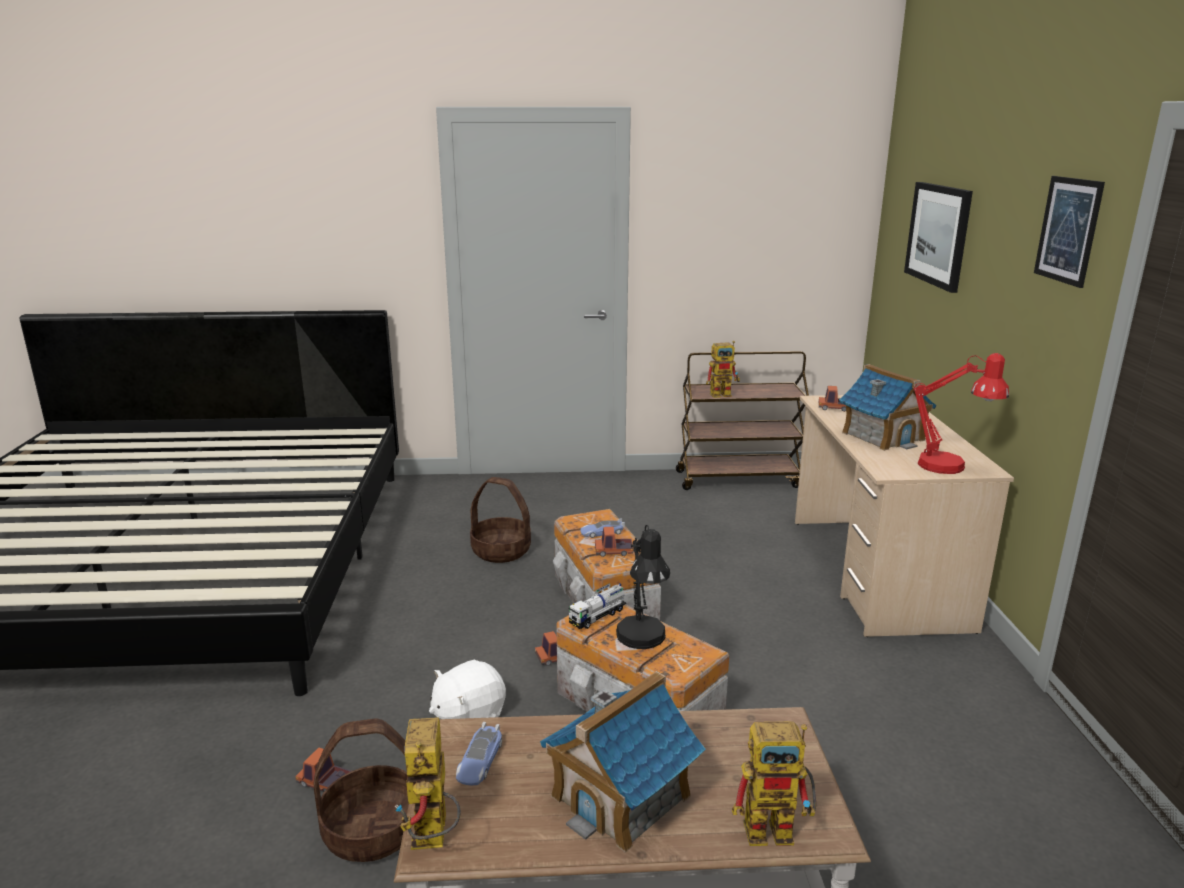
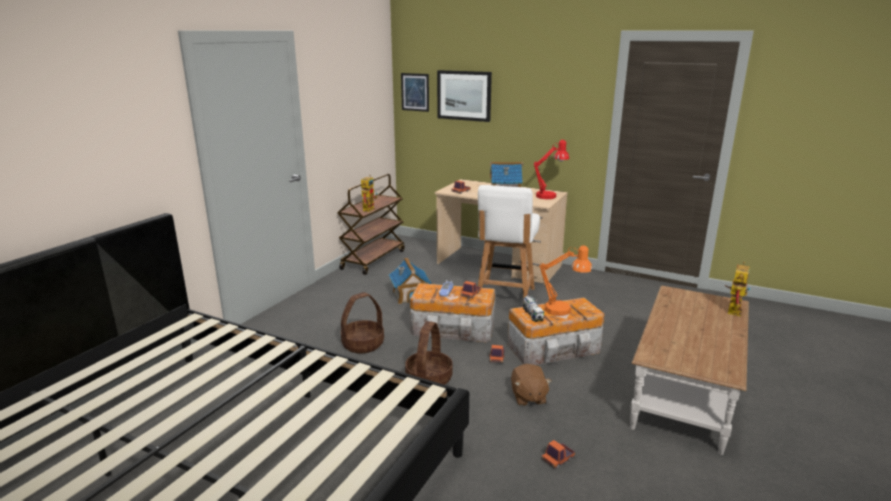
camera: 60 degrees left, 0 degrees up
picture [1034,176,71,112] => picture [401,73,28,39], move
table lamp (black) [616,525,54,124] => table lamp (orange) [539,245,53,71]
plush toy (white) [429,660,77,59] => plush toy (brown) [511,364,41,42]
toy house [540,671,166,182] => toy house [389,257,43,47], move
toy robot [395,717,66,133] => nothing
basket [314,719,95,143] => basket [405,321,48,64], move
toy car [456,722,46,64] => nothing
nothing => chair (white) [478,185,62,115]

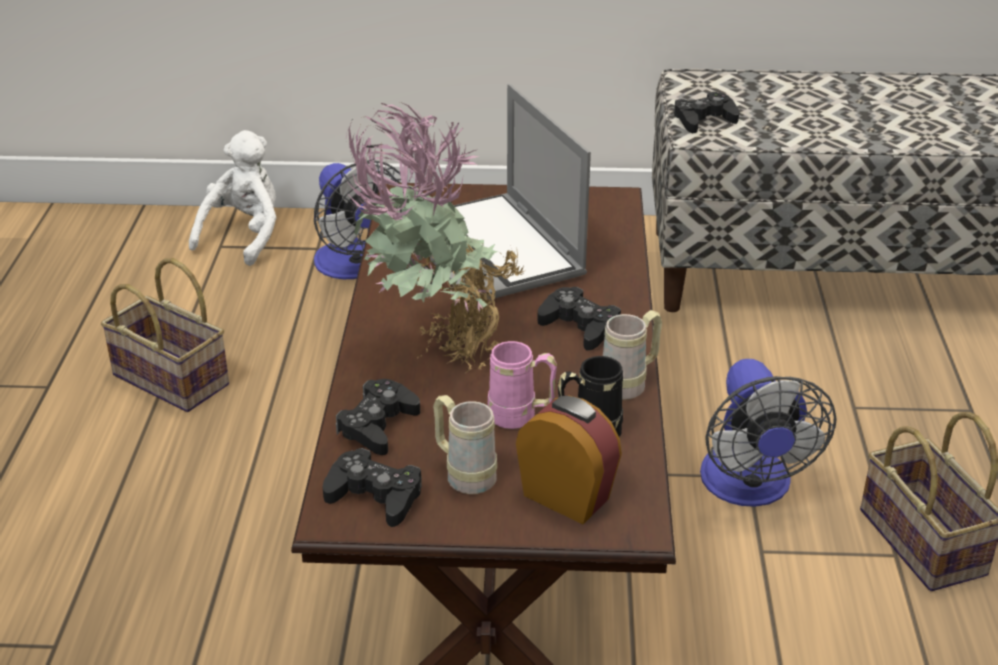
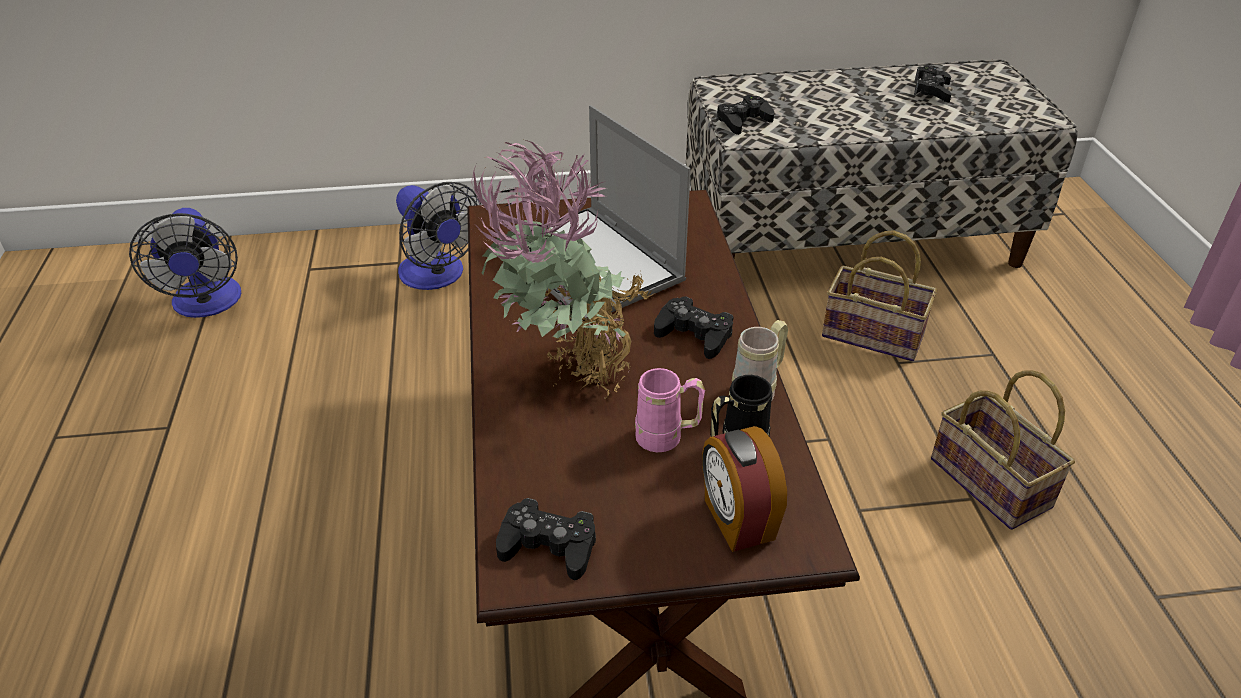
camera: 10 degrees left, 5 degrees up
plush toy (white) [189,130,87,136] => nothing
basket [101,258,128,154] => basket [822,230,115,131], move
fan [700,359,137,148] => fan [129,208,112,110], move
game controller (black) [336,379,84,76] => game controller (black) [914,65,37,37], move
mug (beige) [433,395,64,99] => nothing
alarm clock [516,395,106,129] => alarm clock [702,426,85,126], 135 degrees counterclockwise

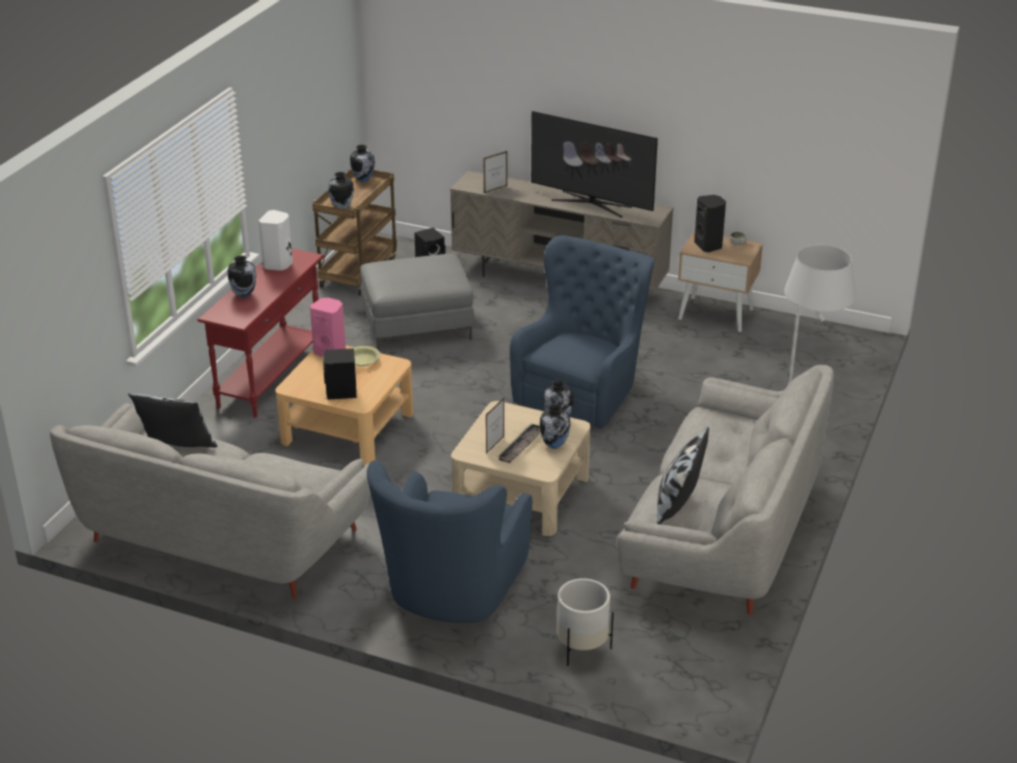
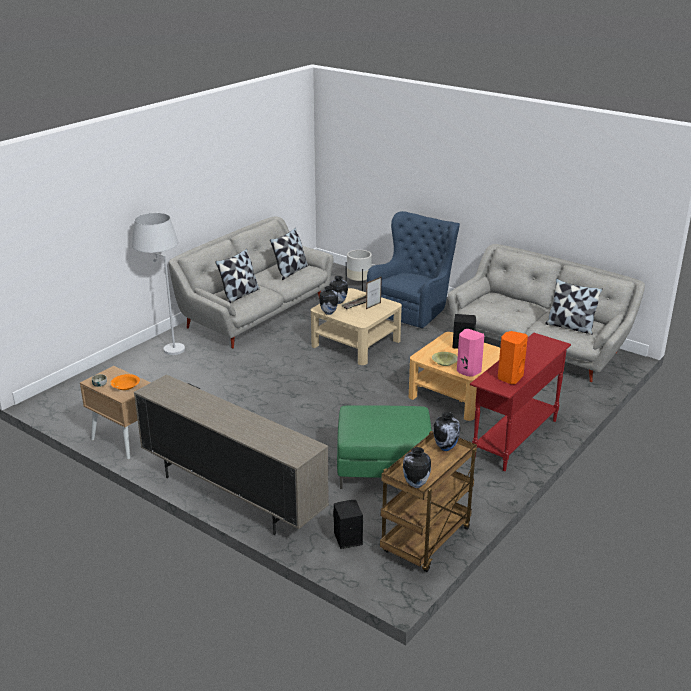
camera: 165 degrees left, 5 degrees down
television [531,111,127,107] => nothing
picture frame [484,151,23,42] => nothing
speaker (black) [694,195,32,57] => bowl (orange) [110,374,30,16]
speaker (white) [259,210,34,61] => speaker (orange) [498,331,30,53]
armchair (blue) [510,235,145,194] => nothing
ottoman (grey) [360,254,114,97] => ottoman (green) [337,405,95,84]
vase [228,255,28,43] => nothing
nothing => pillow [215,249,45,54]

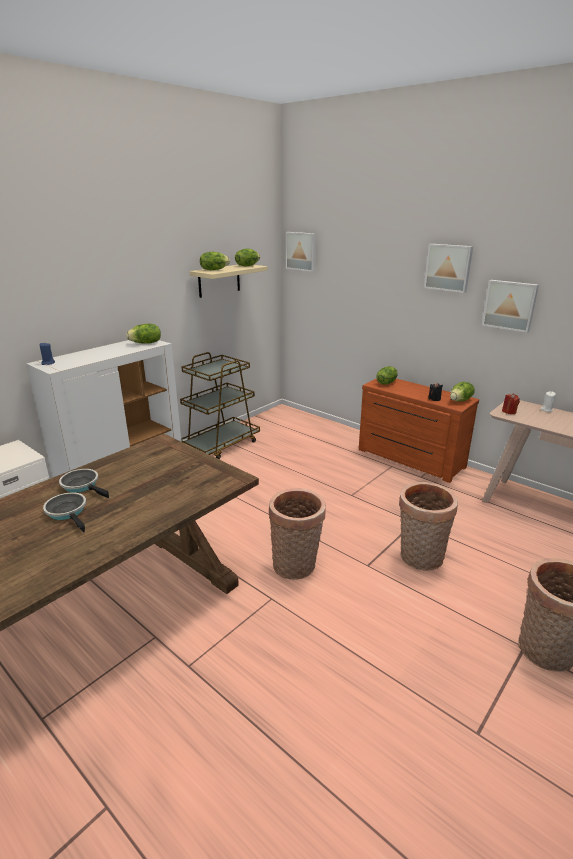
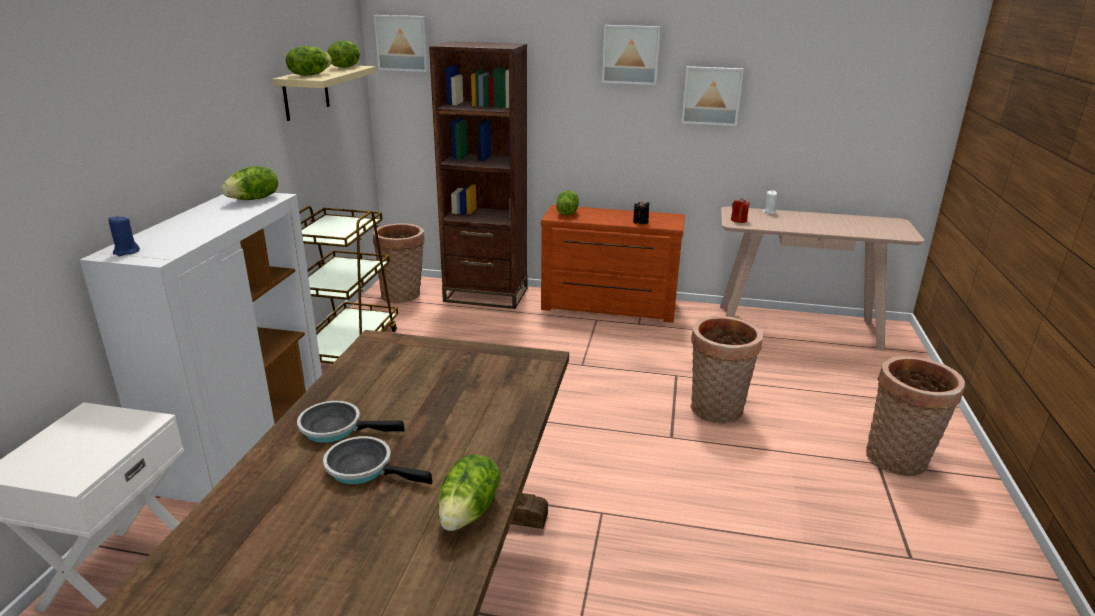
camera: 30 degrees left, 0 degrees up
lettuce [450,382,25,19] => lettuce [438,454,63,77], move
basket [269,488,57,92] => basket [373,223,52,80], move
nothing => bookcase (brown) [429,41,98,268]

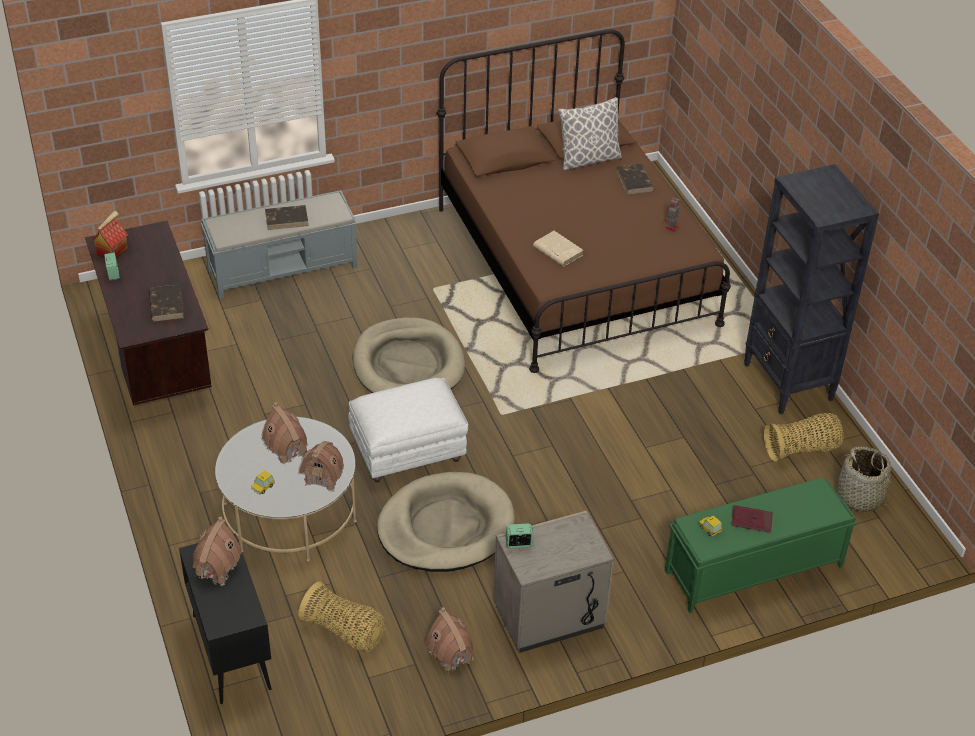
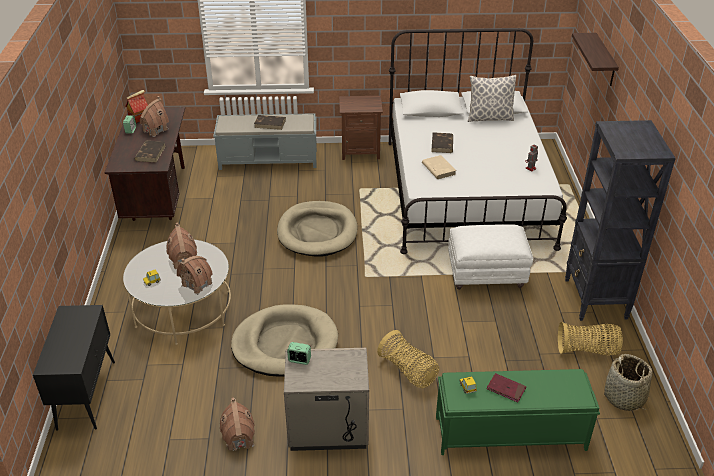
camera: 20 degrees right, 5 degrees down
bed (brown) [437,29,294,344] => bed (white) [389,28,178,226]
book (brown) [616,164,39,31] => book (brown) [431,132,22,21], move
ottoman (white) [348,378,120,105] => ottoman (white) [448,224,85,66], move
toy house [193,516,49,70] => toy house [140,96,29,41], move
basket [298,581,88,71] => basket [377,330,62,59], move
nothing => shelf [572,33,47,53]
nothing => nightstand (brown) [339,96,44,64]

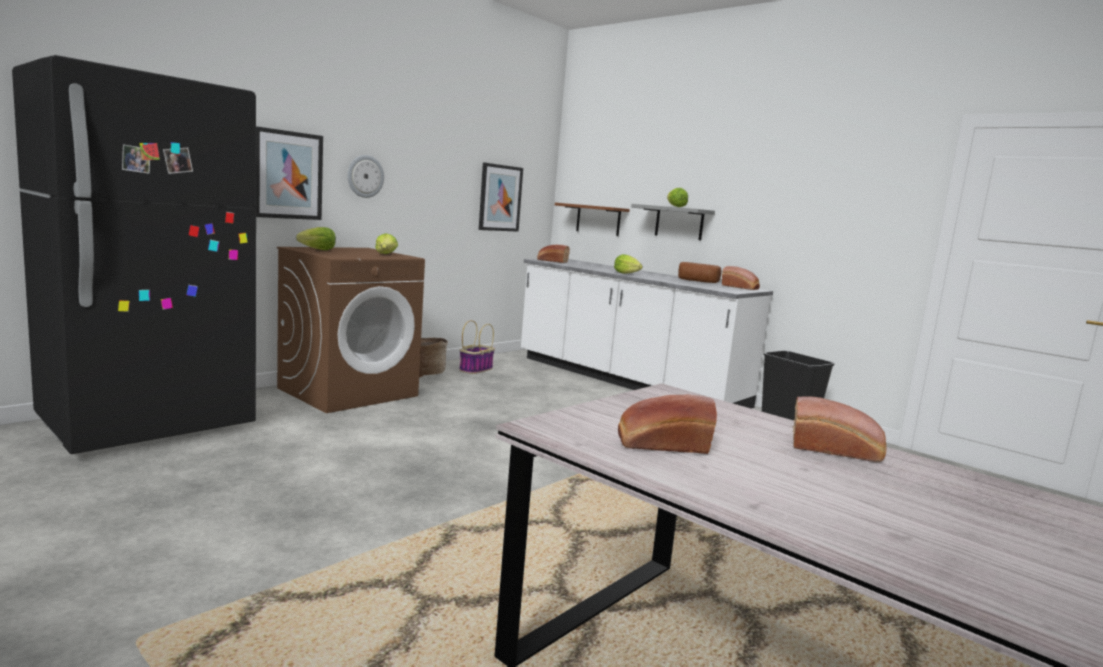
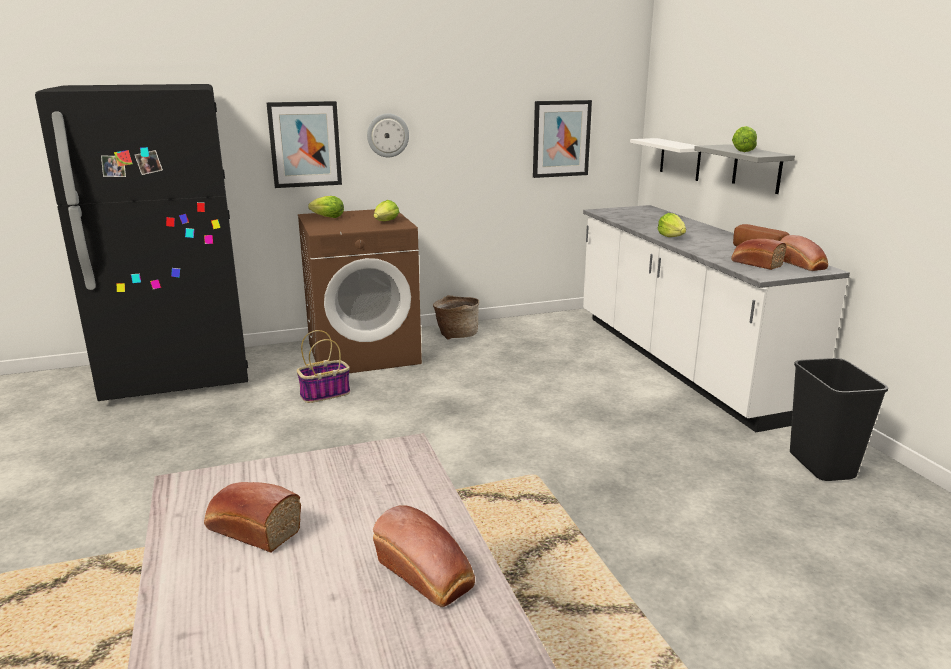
camera: 30 degrees right, 10 degrees up
shelf (brown) [555,203,75,33] => shelf (white) [630,138,71,43]
bread [537,245,33,18] => bread [731,239,56,31], move
basket [459,320,36,54] => basket [297,330,53,73], move

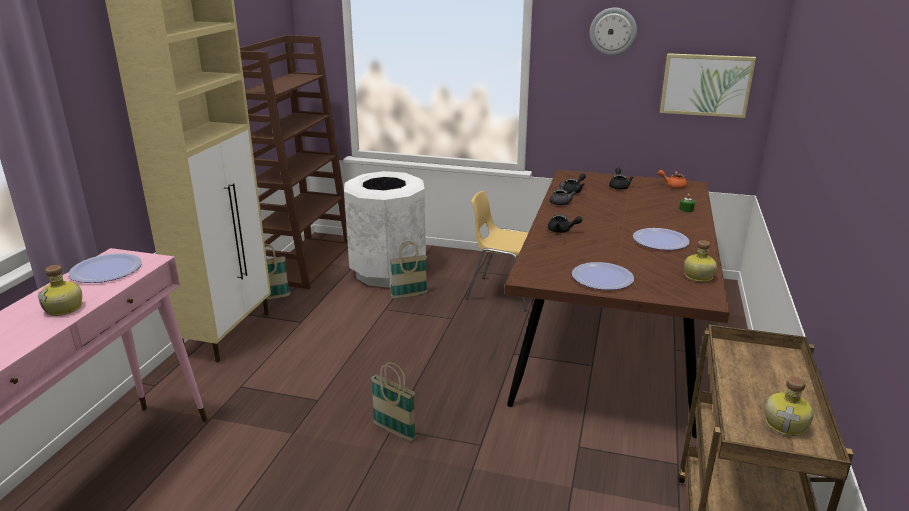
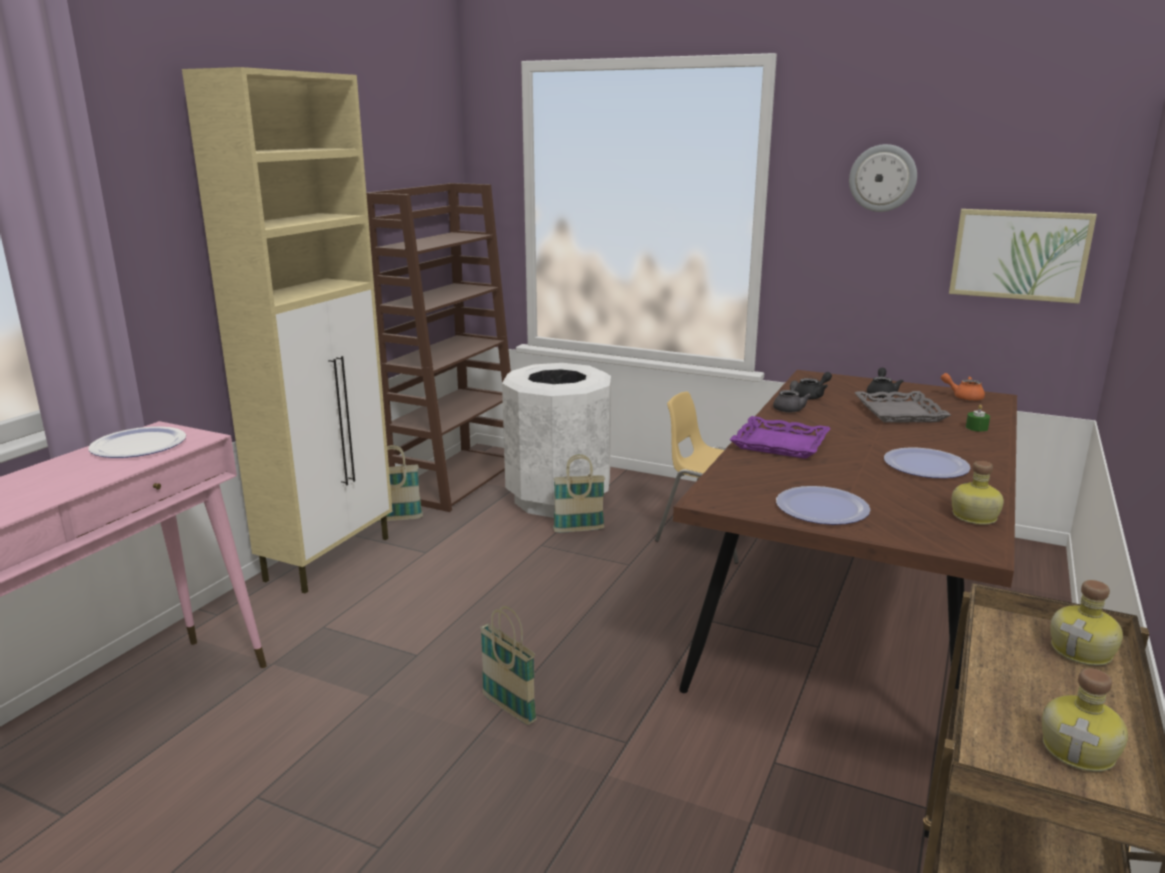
camera: 10 degrees right, 5 degrees down
teapot (black) [548,215,35,18] => tray (purple) [729,416,102,43]
bottle [38,265,44,51] => bottle [1051,580,72,86], move
nothing => tray (grey) [854,391,97,32]

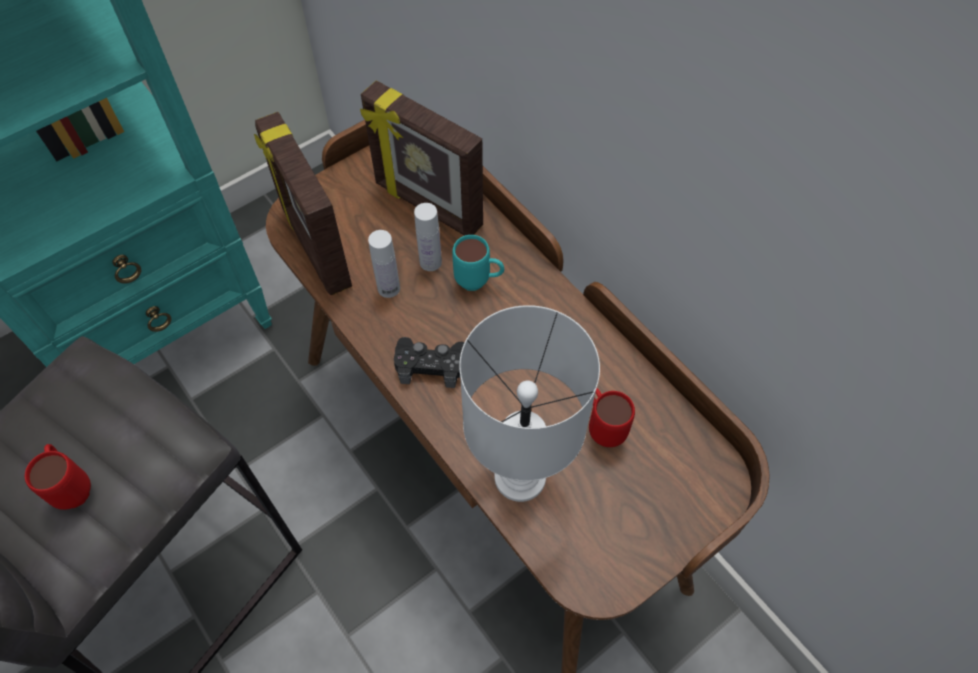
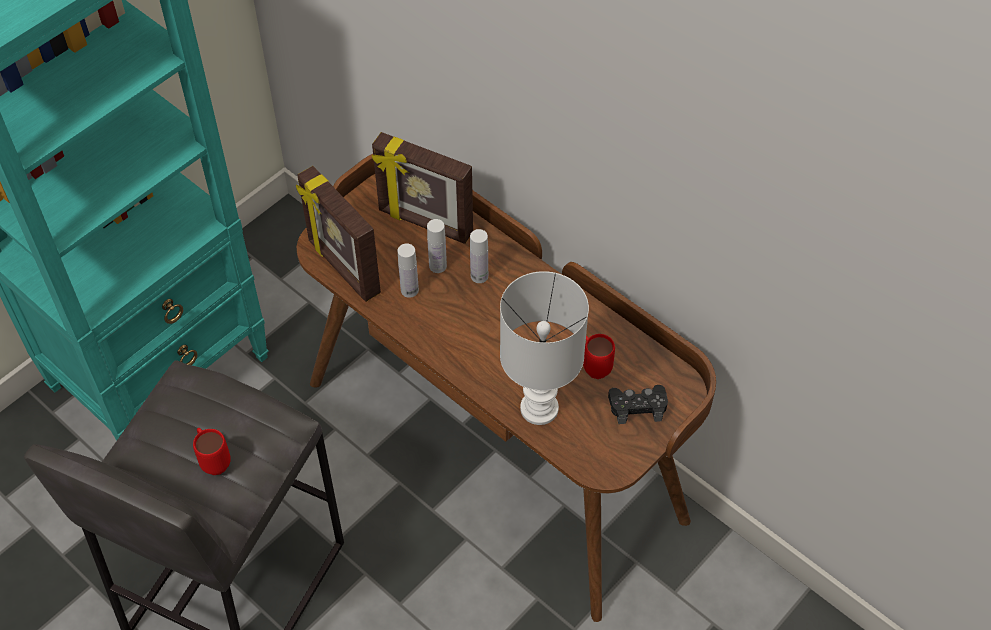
camera: 10 degrees left, 5 degrees down
mug (turquoise) [452,235,52,56] => bottle (white) [470,229,18,54]
game controller (black) [394,337,71,51] => game controller (black) [608,385,60,39], move

